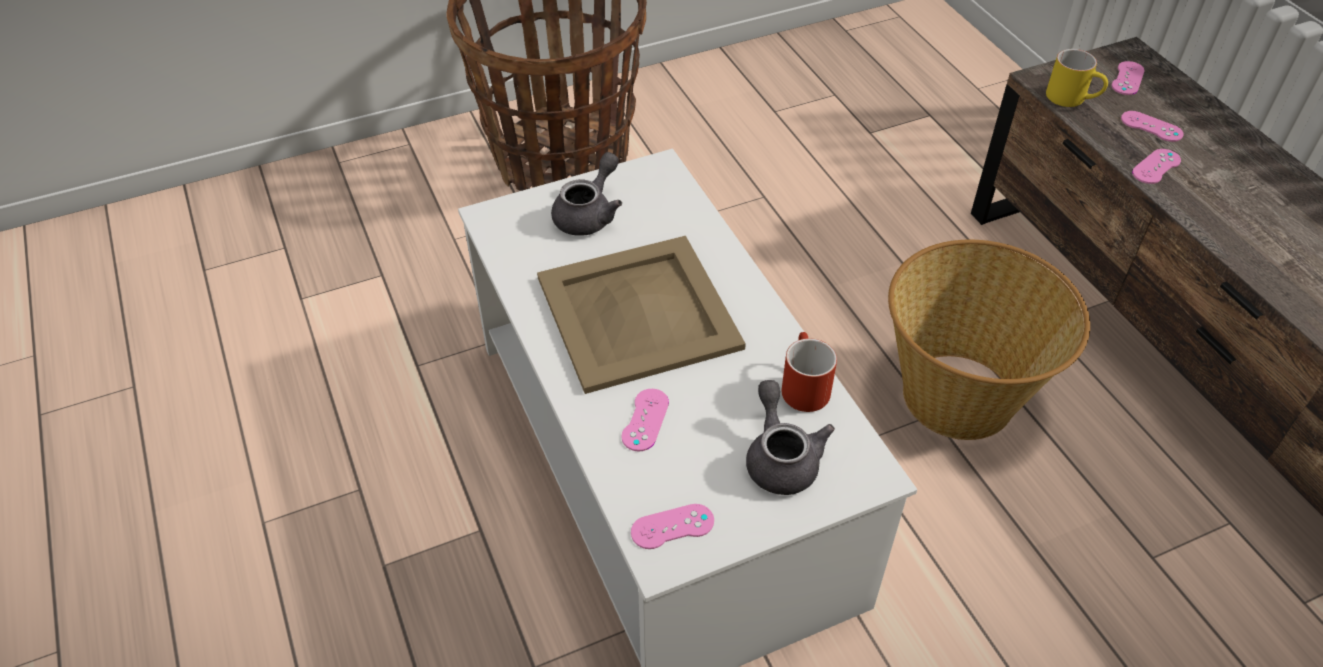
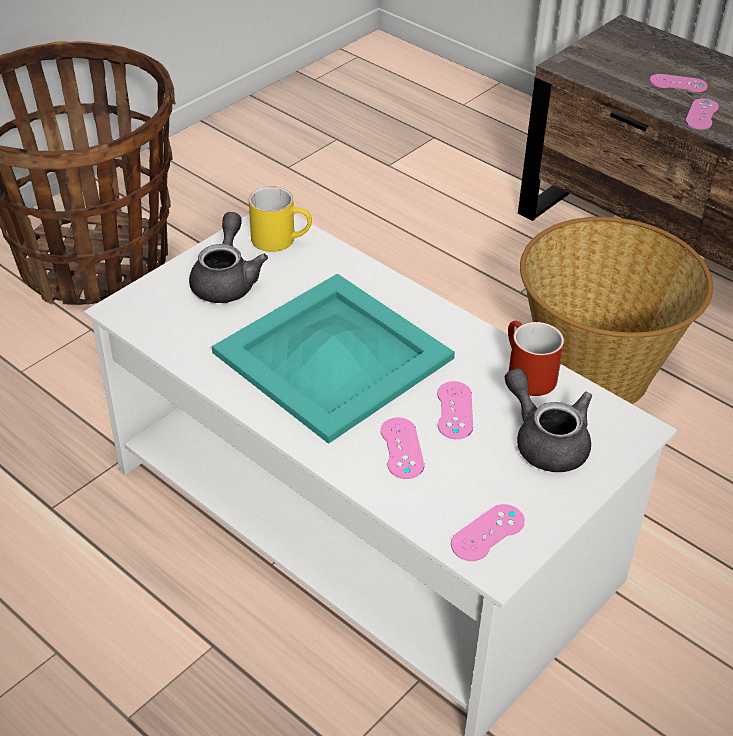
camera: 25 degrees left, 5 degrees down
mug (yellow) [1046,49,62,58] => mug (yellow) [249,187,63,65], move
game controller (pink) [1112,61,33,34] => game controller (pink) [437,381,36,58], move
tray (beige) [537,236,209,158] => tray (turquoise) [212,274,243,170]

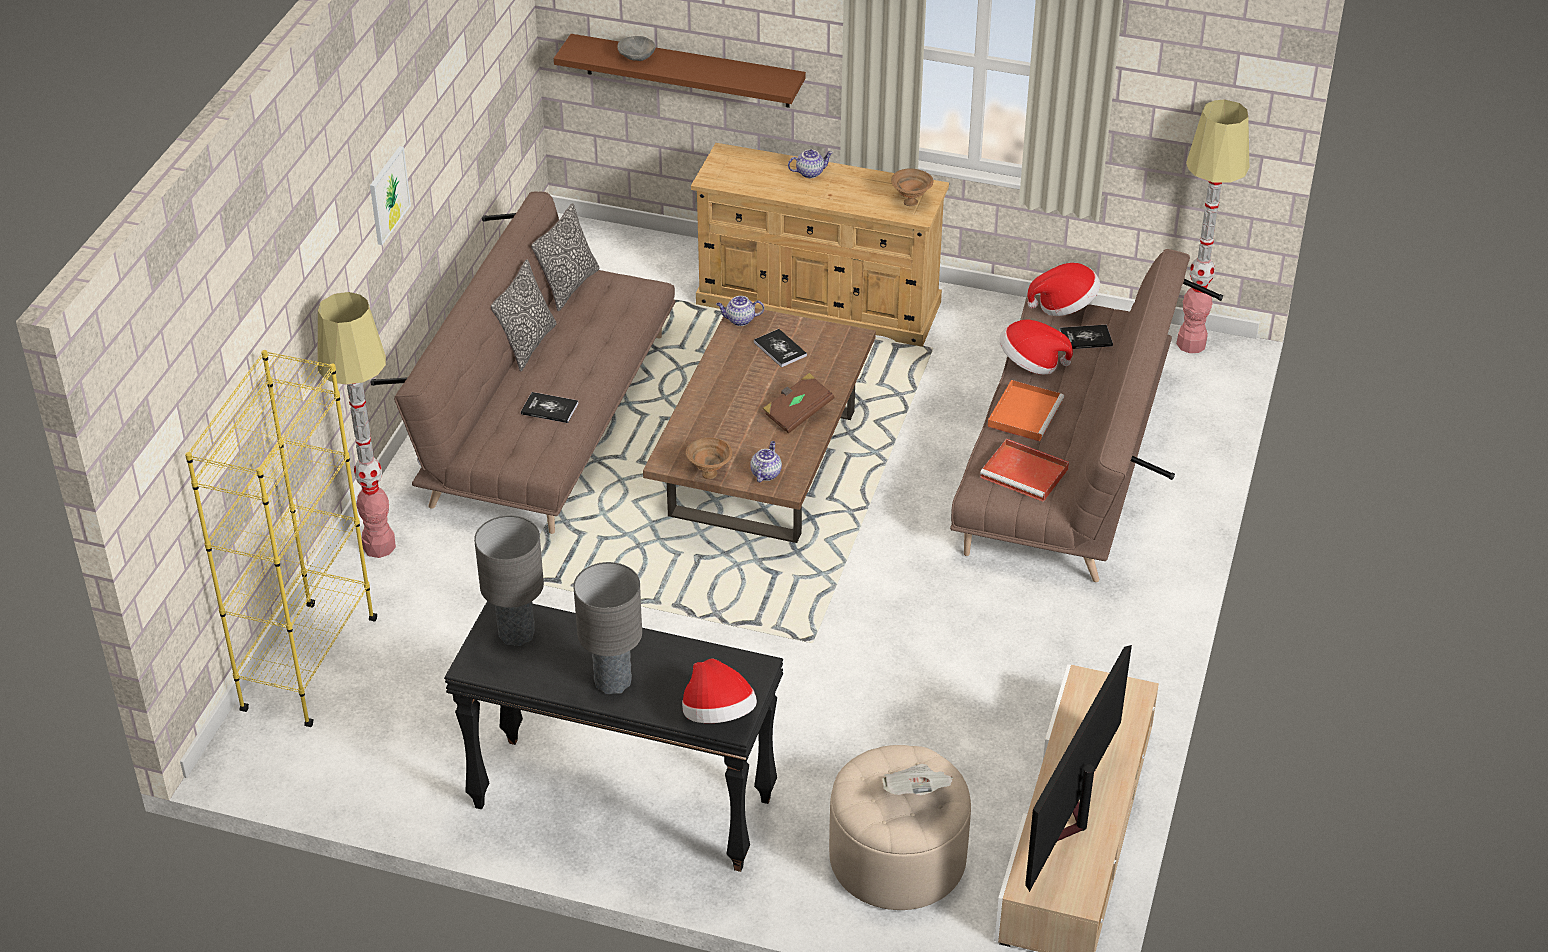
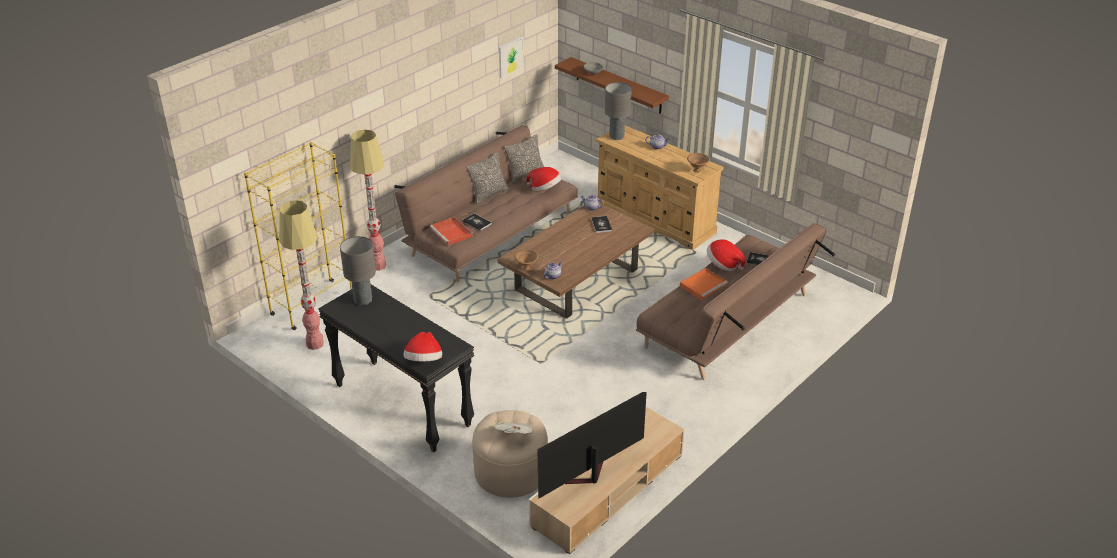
camera: 25 degrees right, 5 degrees down
floor lamp [1176,100,73,253] => floor lamp [279,200,45,150], move
picture [370,146,41,99] => picture [499,37,25,41], move
hat [1027,263,73,53] => hat [526,167,36,24], move
book (brown) [763,373,71,61] => nothing
tray (red) [980,439,89,63] => tray (red) [430,217,42,28], move
table lamp (grey) [573,562,69,132] => table lamp (grey) [605,82,27,58], move

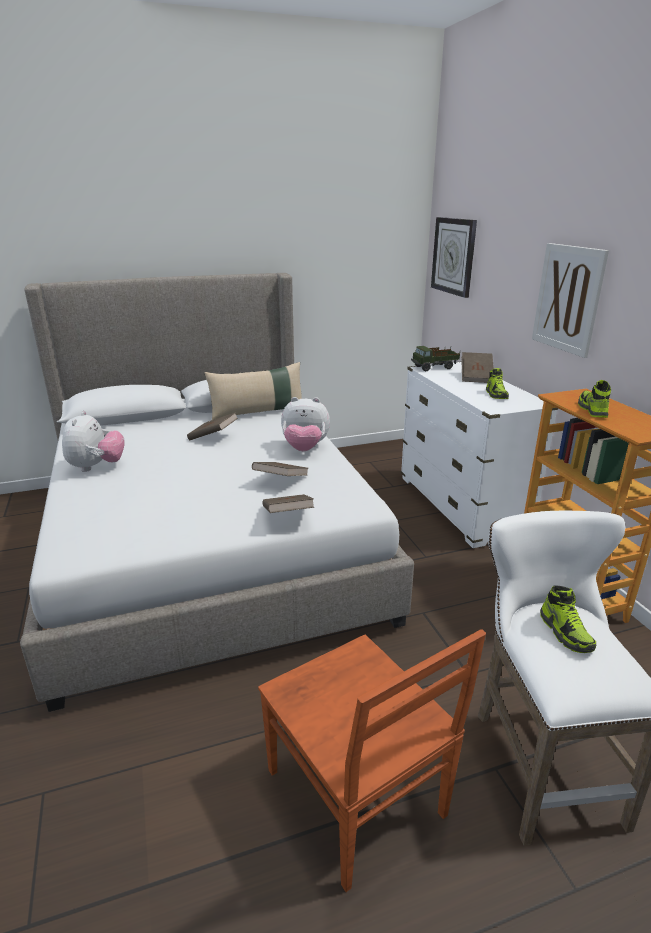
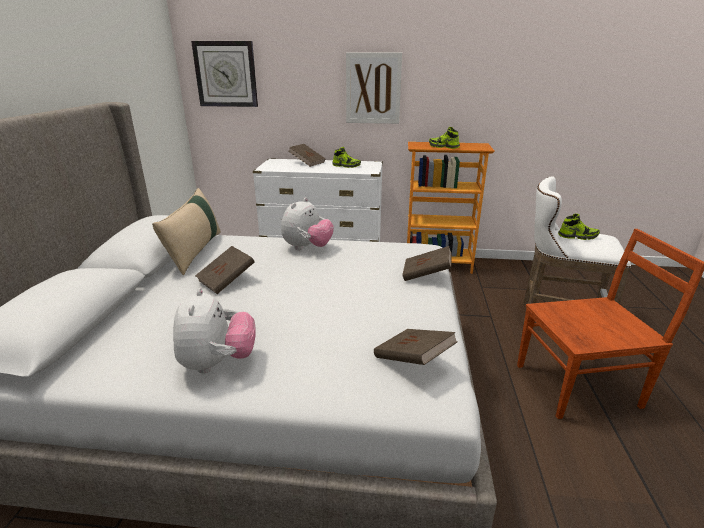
camera: 65 degrees left, 0 degrees up
toy truck [411,346,49,25] => nothing
plush toy [62,411,63,61] => plush toy [173,288,83,86], 60 degrees clockwise
book (brown) [252,462,56,14] => book (brown) [374,329,84,36], move

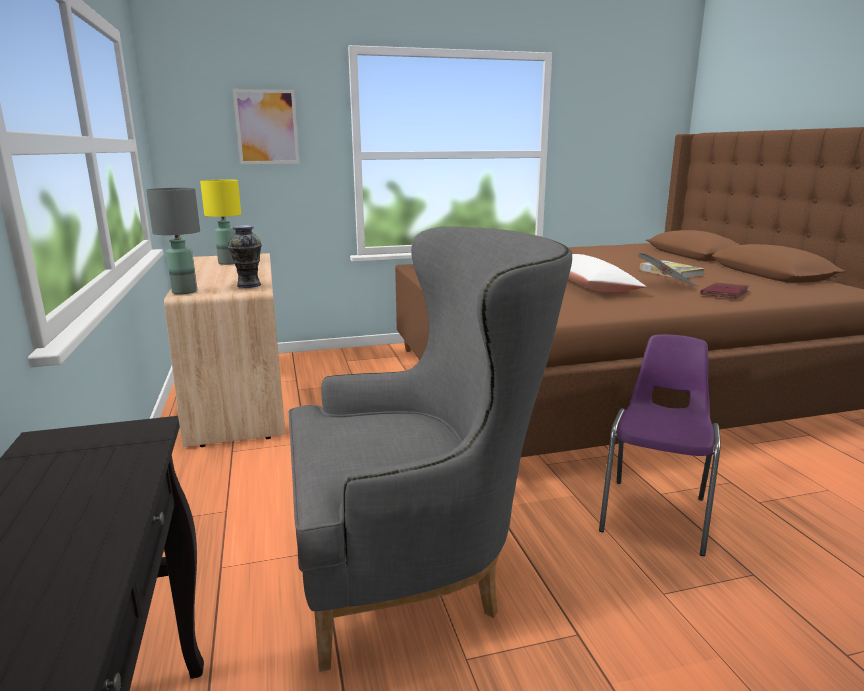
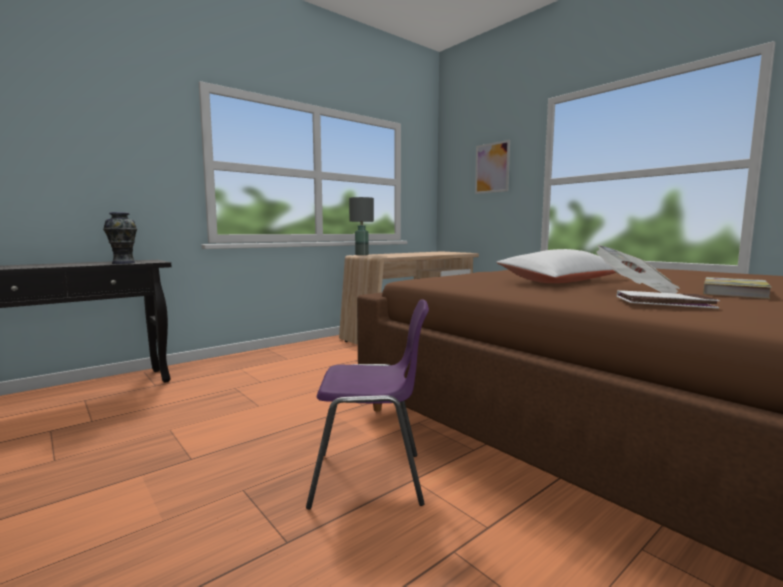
camera: 65 degrees right, 10 degrees down
table lamp (yellow) [200,180,41,85] => nothing
vase [228,225,34,63] => vase [103,212,34,52], move
armchair (grey) [289,226,283,446] => nothing
book (red) [700,282,49,16] => book (white) [617,290,103,19]

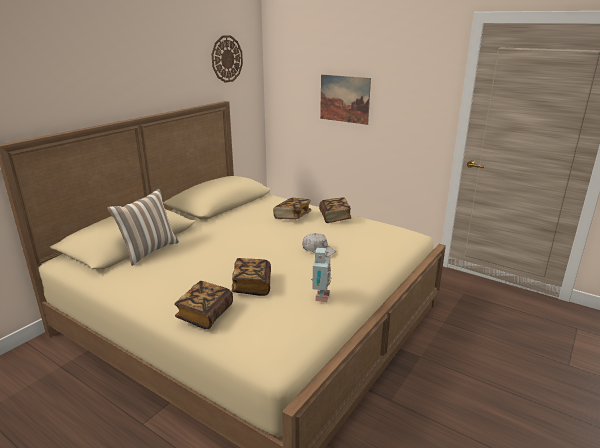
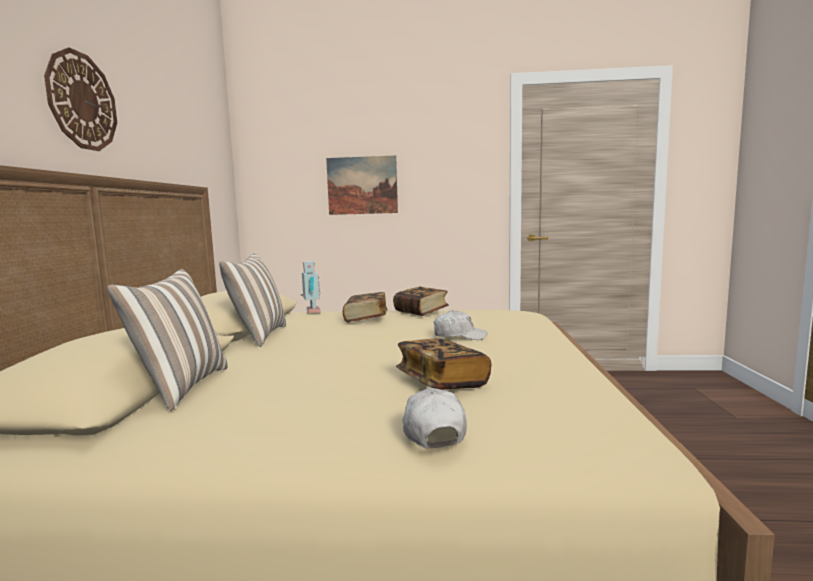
camera: 30 degrees left, 15 degrees down
wall clock [211,35,32,48] => wall clock [44,47,73,104], move
toy robot [311,248,21,54] => toy robot [301,261,20,52], move
book [174,281,59,48] => cap (white) [402,388,65,60]
nothing => pillow [219,254,67,93]

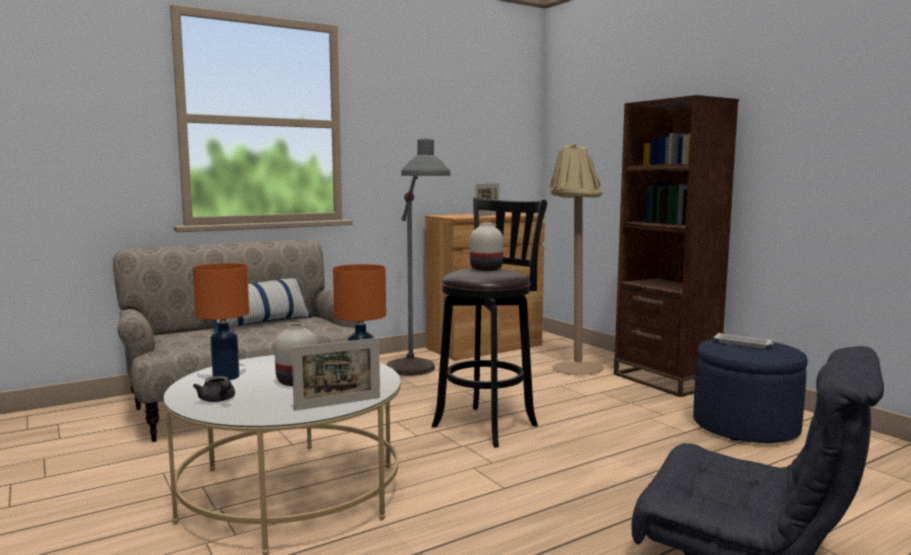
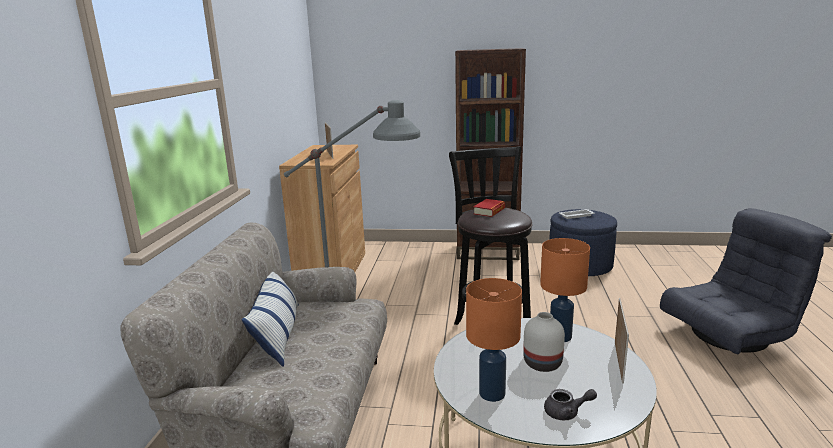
camera: 50 degrees left, 10 degrees up
floor lamp (beige) [550,143,54,232] => nothing
vase (white) [470,223,33,48] => book [473,199,32,18]

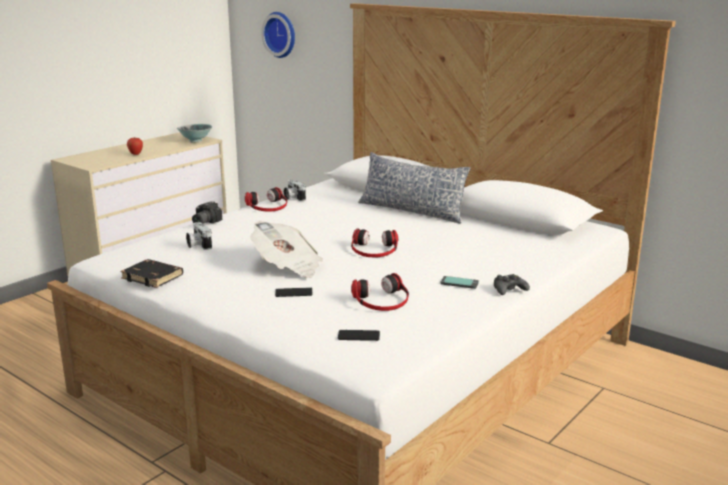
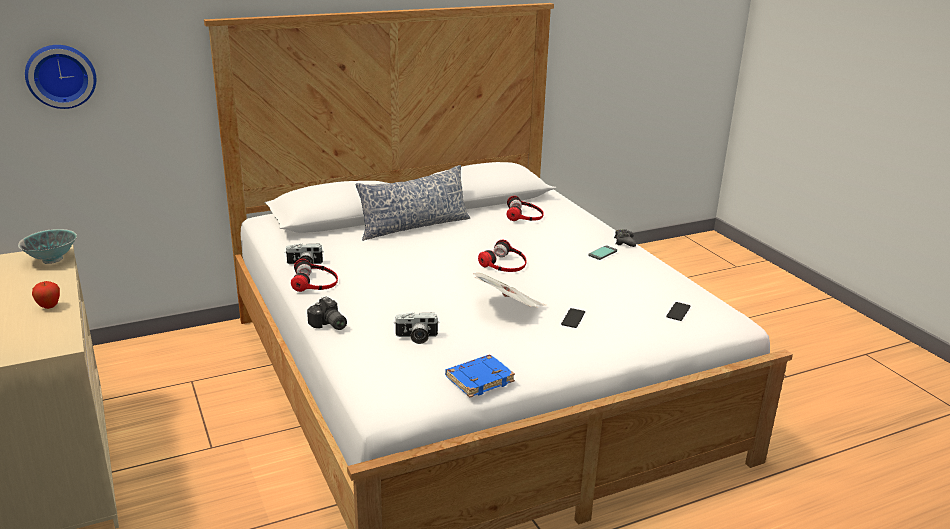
camera: 65 degrees left, 5 degrees up
book (black) [121,259,62,29] => book (blue) [445,355,70,43]
headphones [351,273,58,38] => headphones [507,196,37,25], move

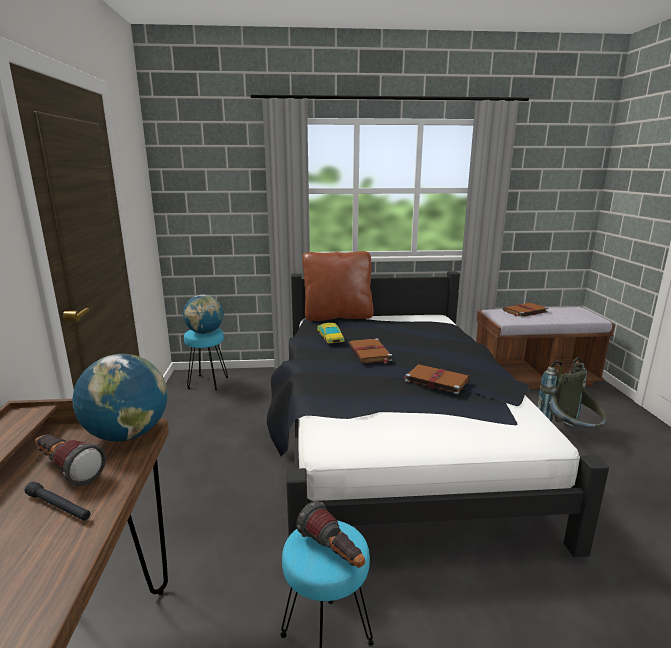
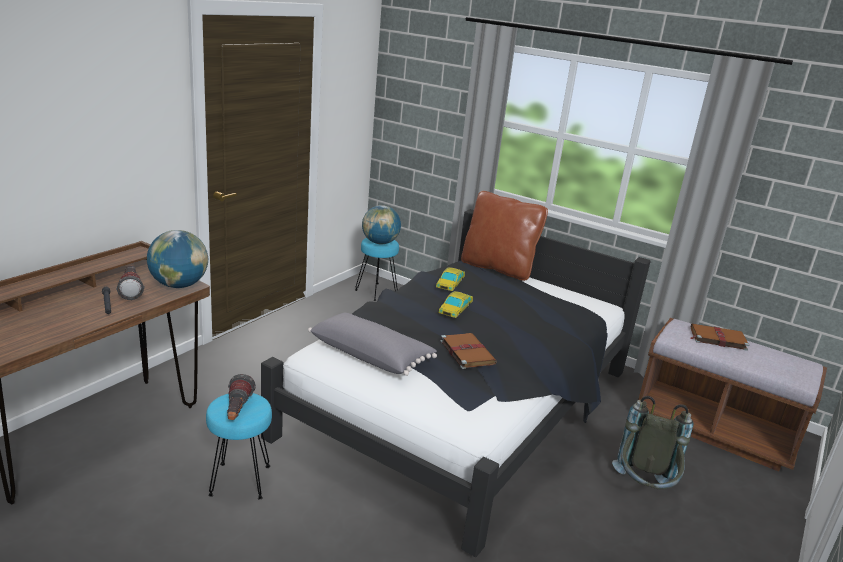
camera: 35 degrees right, 5 degrees up
book (brown) [349,338,43,25] => toy car [438,291,35,27]
nothing => pillow (grey) [308,313,129,63]

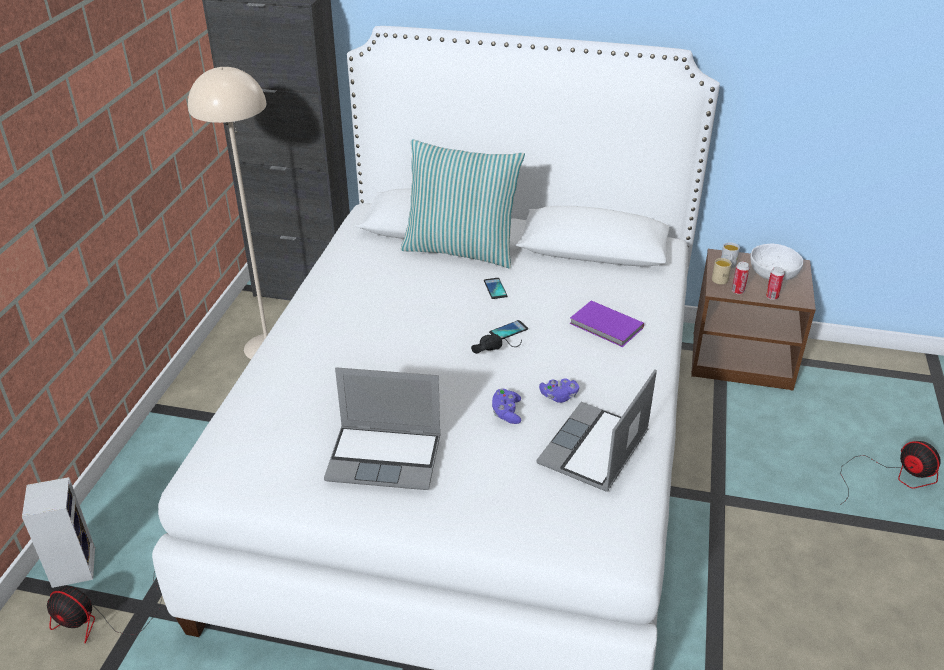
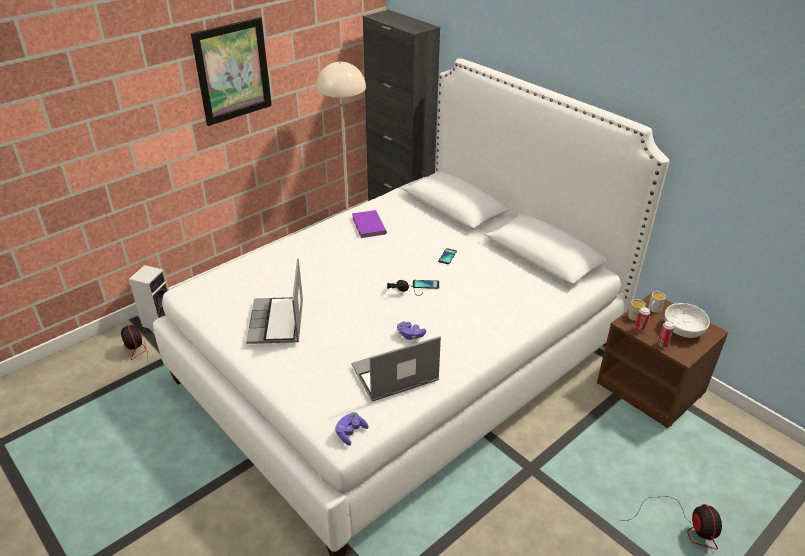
camera: 35 degrees right, 0 degrees up
pillow [401,139,124,130] => nothing
book (purple) [569,301,75,46] => book (purple) [352,210,35,28], move
laptop [324,367,117,123] => laptop [246,258,57,86], 45 degrees clockwise
game controller (purple) [492,389,29,35] => game controller (purple) [335,412,34,34], move
nothing => picture [191,17,81,109]

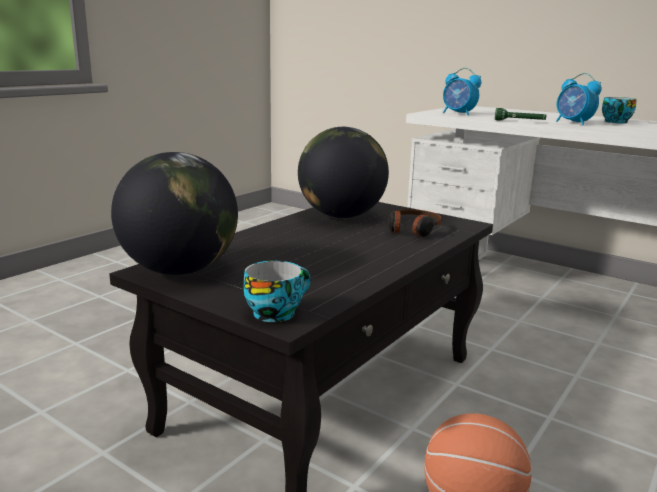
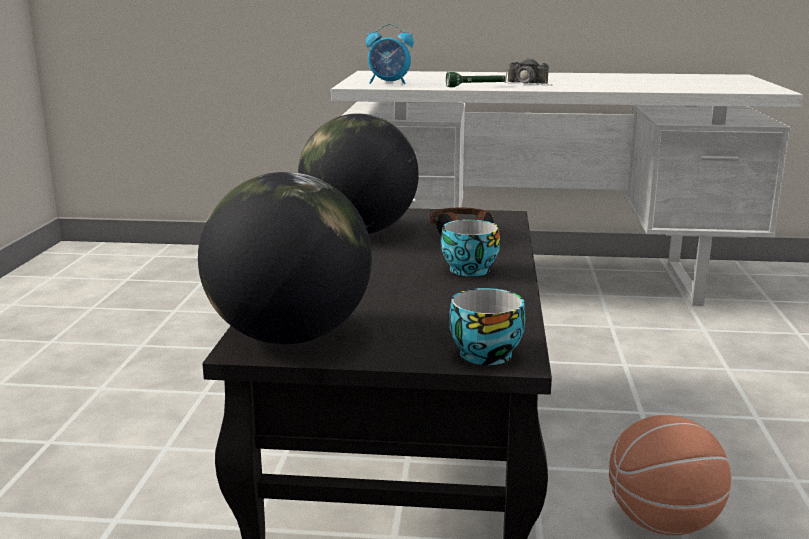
camera: 30 degrees left, 0 degrees up
alarm clock [556,73,46,52] => photo camera [504,58,47,28]
cup [602,97,34,26] => cup [441,220,59,56], move

